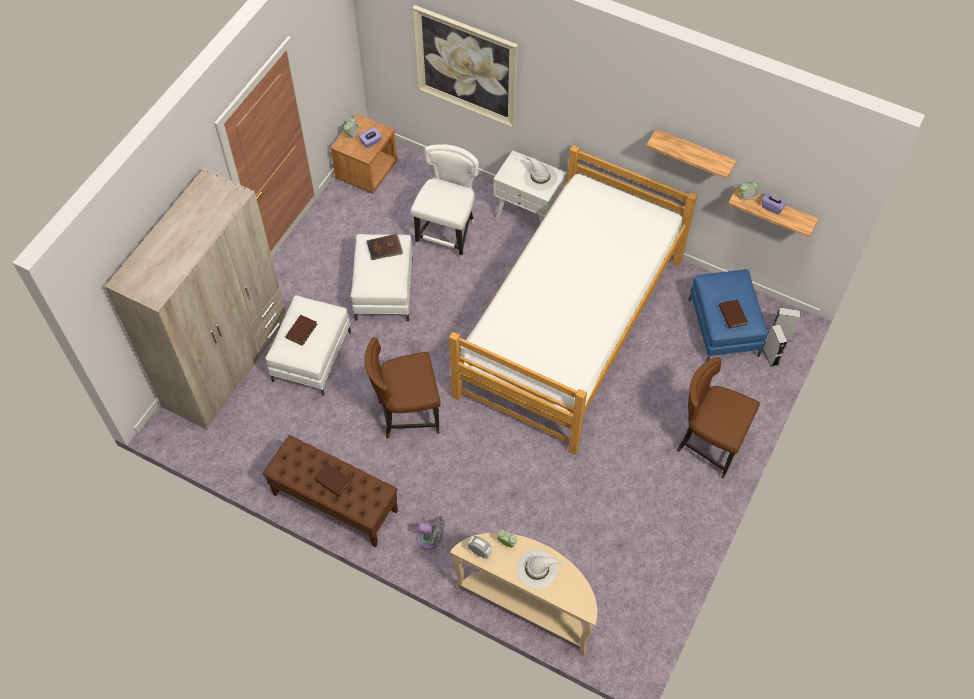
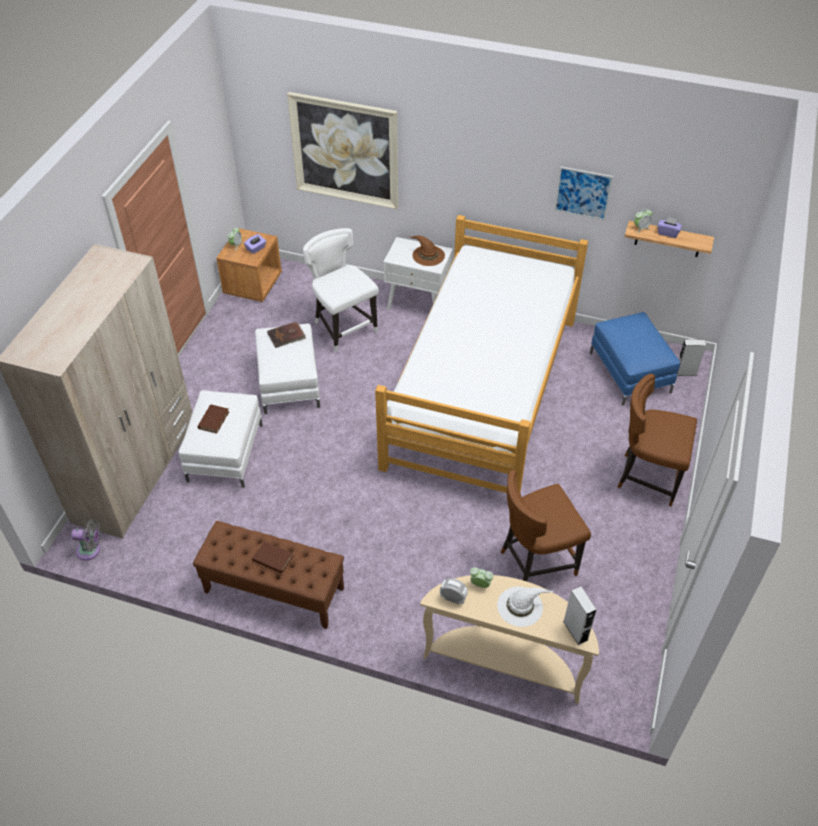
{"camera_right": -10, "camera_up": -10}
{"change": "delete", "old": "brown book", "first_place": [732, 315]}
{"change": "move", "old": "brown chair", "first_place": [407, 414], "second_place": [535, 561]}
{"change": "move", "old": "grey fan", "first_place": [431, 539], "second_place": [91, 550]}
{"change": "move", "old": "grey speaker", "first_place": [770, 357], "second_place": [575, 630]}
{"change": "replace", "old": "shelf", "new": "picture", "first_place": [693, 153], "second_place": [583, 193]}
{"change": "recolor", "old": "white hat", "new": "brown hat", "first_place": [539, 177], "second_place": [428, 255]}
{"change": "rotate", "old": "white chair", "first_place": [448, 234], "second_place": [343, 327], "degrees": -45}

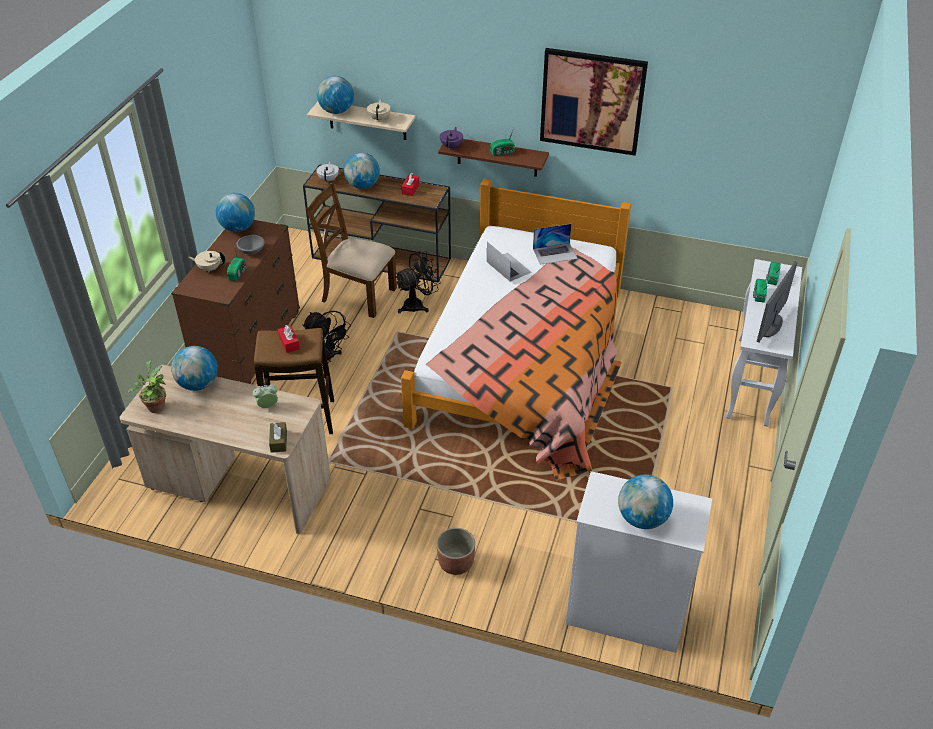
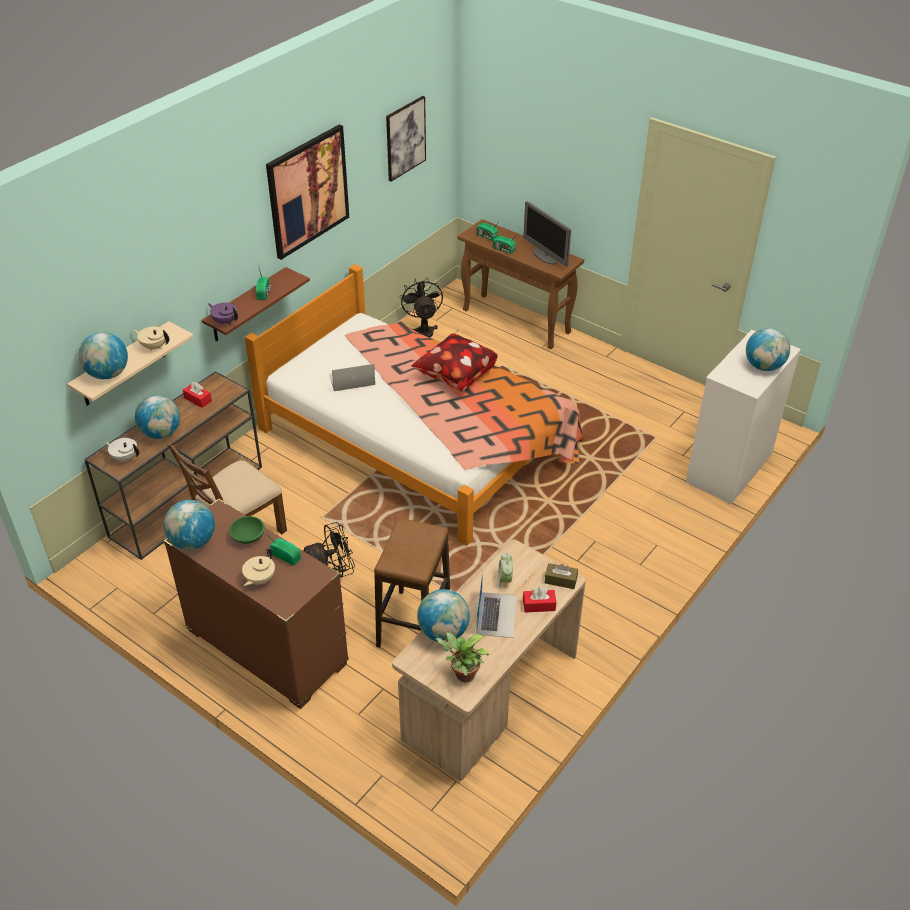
{"camera_right": -70, "camera_up": 0}
{"change": "delete", "old": "planter", "first_place": [455, 563]}
{"change": "insert", "new": "picture", "second_place": [405, 138]}
{"change": "insert", "new": "pillow", "second_place": [454, 376]}
{"change": "move", "old": "red tissue box", "first_place": [289, 343], "second_place": [539, 605]}
{"change": "move", "old": "black fan", "first_place": [418, 304], "second_place": [423, 331]}
{"change": "move", "old": "laptop", "first_place": [555, 253], "second_place": [496, 614]}
{"change": "recolor", "old": "grey bowl", "new": "green bowl", "first_place": [251, 250], "second_place": [248, 537]}
{"change": "recolor", "old": "white console table", "new": "brown console table", "first_place": [753, 381], "second_place": [517, 321]}

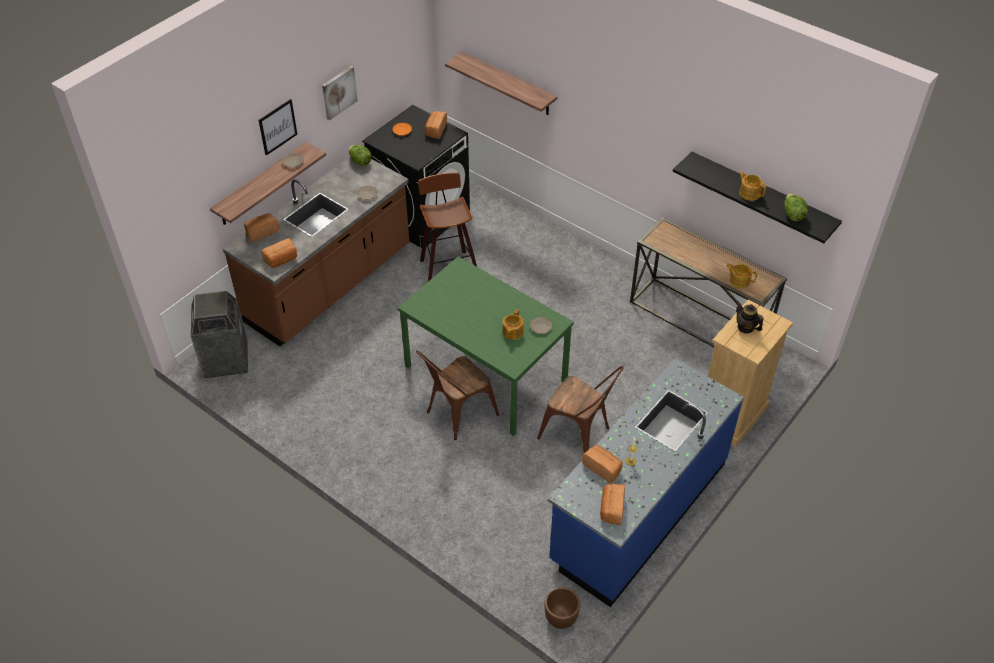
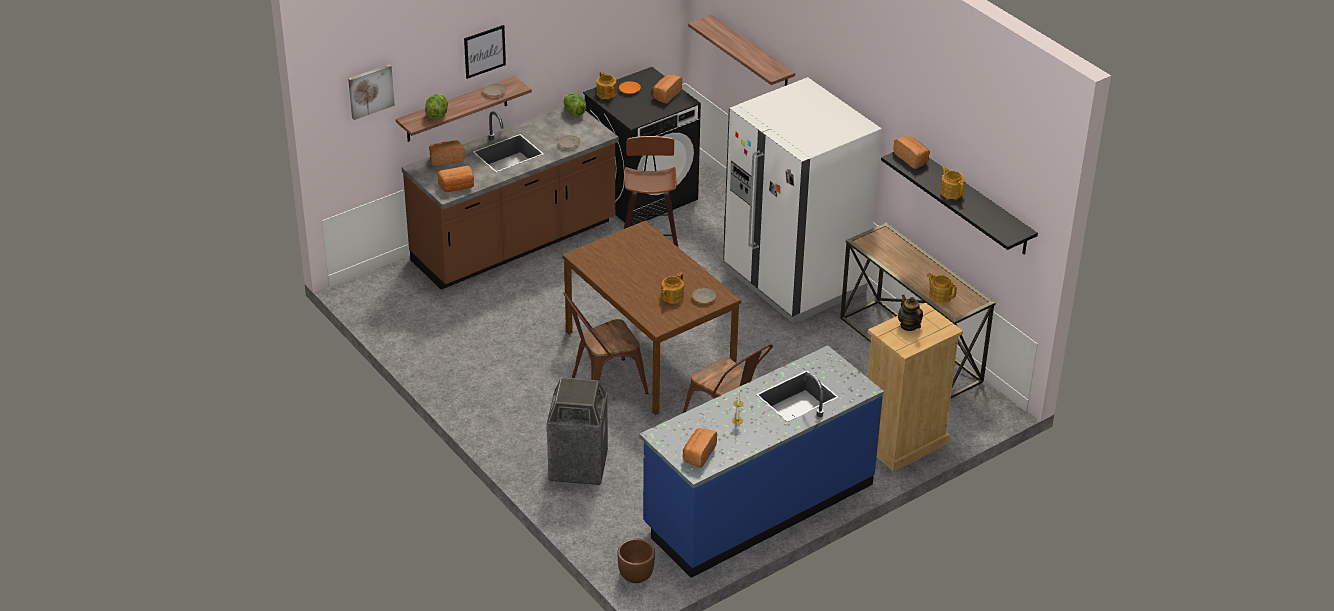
{"camera_right": 15, "camera_up": -10}
{"change": "insert", "new": "teapot", "second_place": [606, 94]}
{"change": "insert", "new": "white fridge", "second_place": [794, 280]}
{"change": "move", "old": "trash can", "first_place": [225, 360], "second_place": [577, 466]}
{"change": "move", "old": "picture", "first_place": [338, 92], "second_place": [370, 91]}
{"change": "move", "old": "bread", "first_place": [603, 468], "second_place": [912, 159]}
{"change": "move", "old": "lettuce", "first_place": [793, 214], "second_place": [437, 114]}
{"change": "recolor", "old": "green dining table", "new": "brown dining table", "first_place": [487, 373], "second_place": [651, 354]}

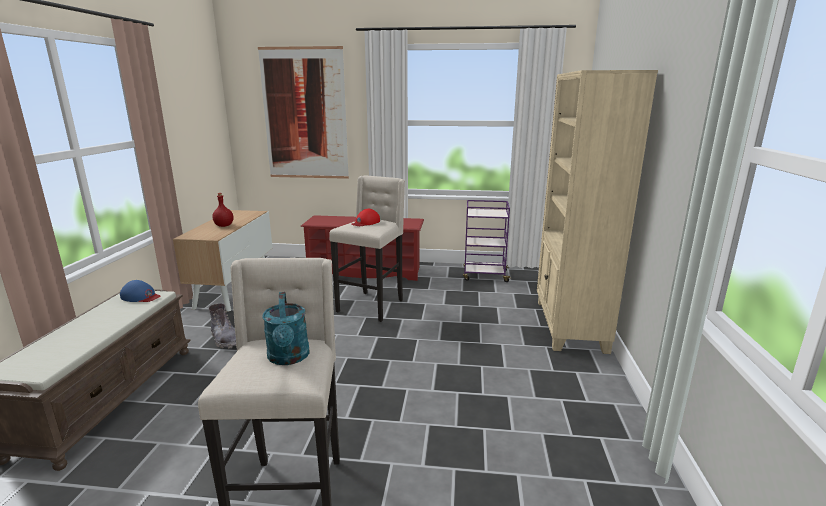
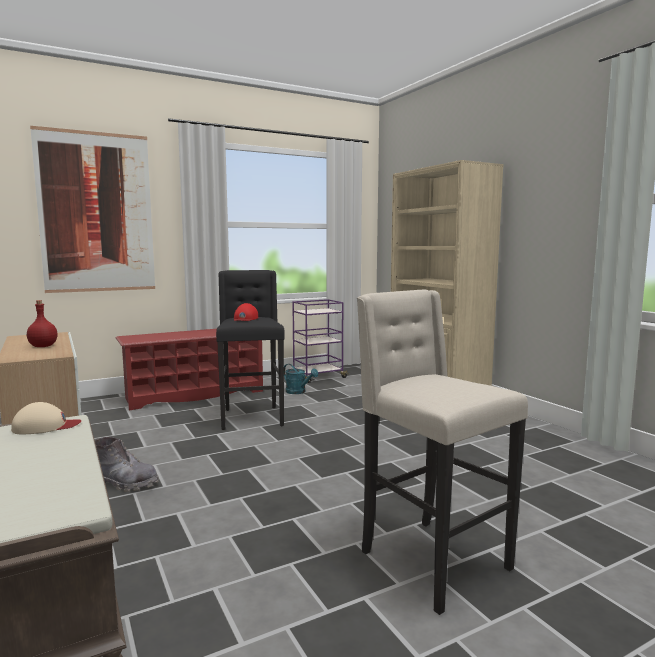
{"camera_right": -35, "camera_up": -10}
{"change": "move", "old": "turquoise watering can", "first_place": [289, 358], "second_place": [298, 392]}
{"change": "recolor", "old": "blue cap", "new": "beige cap", "first_place": [140, 296], "second_place": [45, 426]}
{"change": "recolor", "old": "beige stool", "new": "black stool", "first_place": [372, 305], "second_place": [251, 417]}

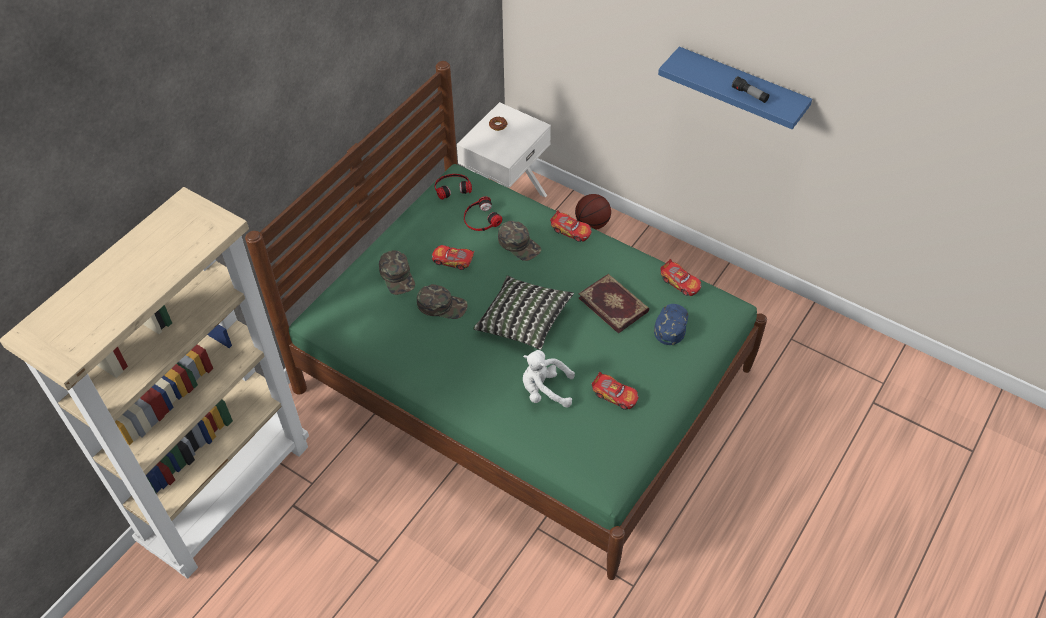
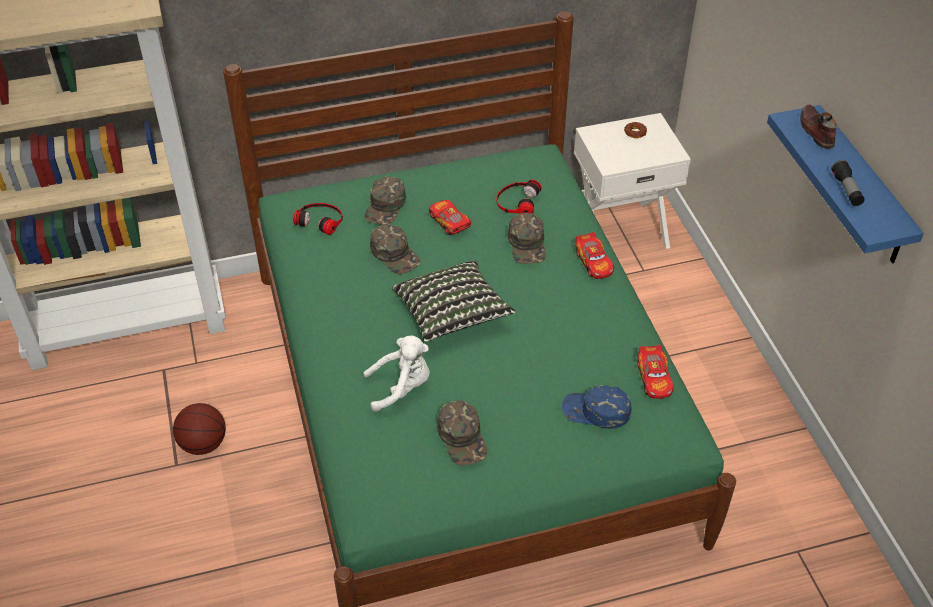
{"camera_right": 40, "camera_up": -5}
{"change": "delete", "old": "book", "first_place": [614, 304]}
{"change": "insert", "new": "brown shoe", "second_place": [815, 131]}
{"change": "move", "old": "headphones", "first_place": [452, 187], "second_place": [320, 220]}
{"change": "move", "old": "basketball", "first_place": [592, 224], "second_place": [203, 444]}
{"change": "replace", "old": "toy car", "new": "green cap", "first_place": [615, 395], "second_place": [463, 437]}
{"change": "rotate", "old": "white plush toy", "first_place": [545, 390], "second_place": [401, 387], "degrees": 120}
{"change": "rotate", "old": "blue cap", "first_place": [670, 325], "second_place": [596, 411], "degrees": -135}

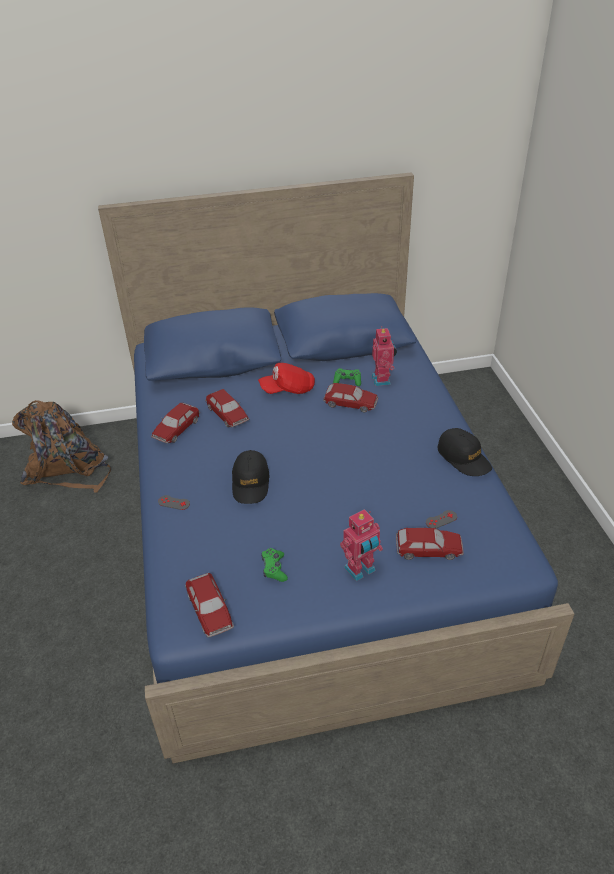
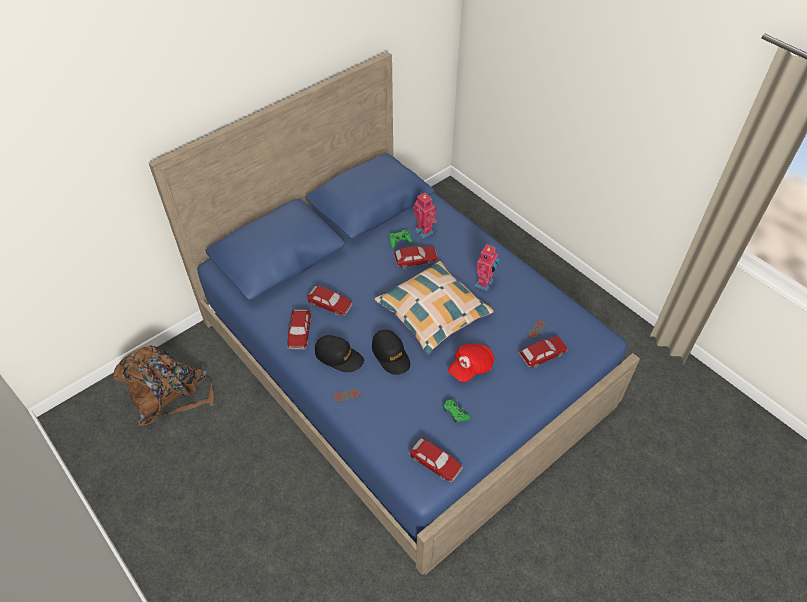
{"camera_right": -30, "camera_up": 10}
{"change": "insert", "new": "pillow", "second_place": [433, 312]}
{"change": "move", "old": "red cap", "first_place": [288, 389], "second_place": [470, 367]}
{"change": "move", "old": "toy robot", "first_place": [361, 570], "second_place": [485, 284]}
{"change": "move", "old": "black cap", "first_place": [464, 458], "second_place": [339, 357]}

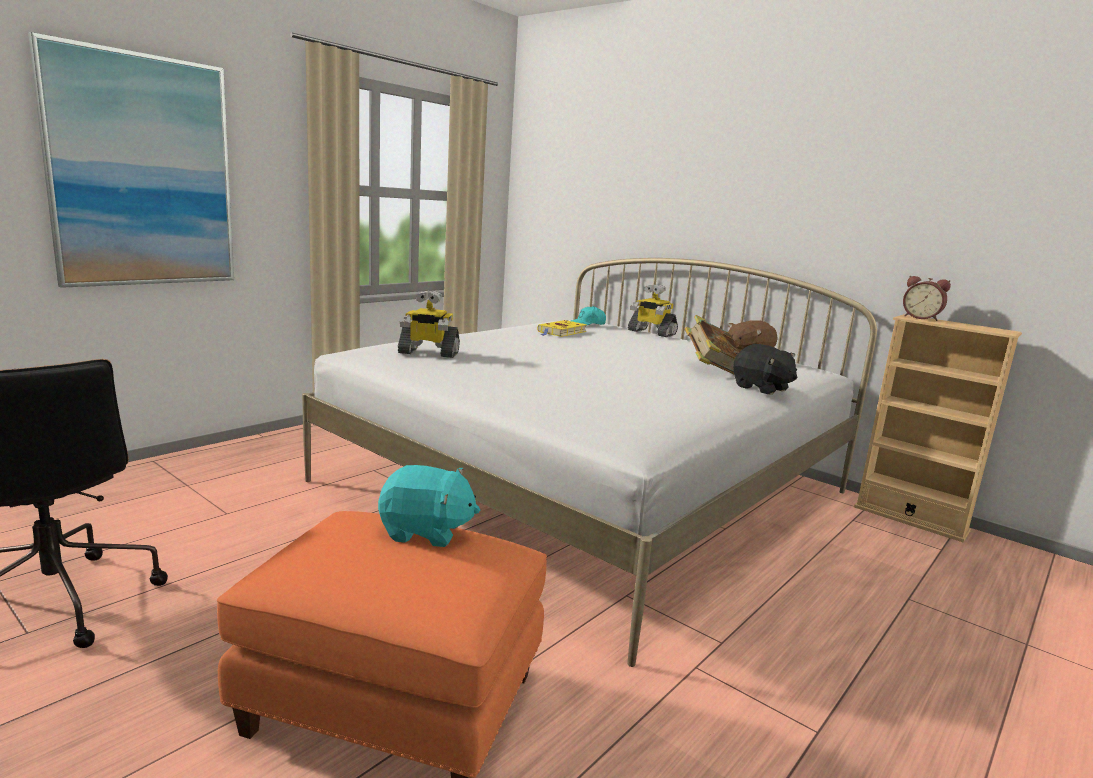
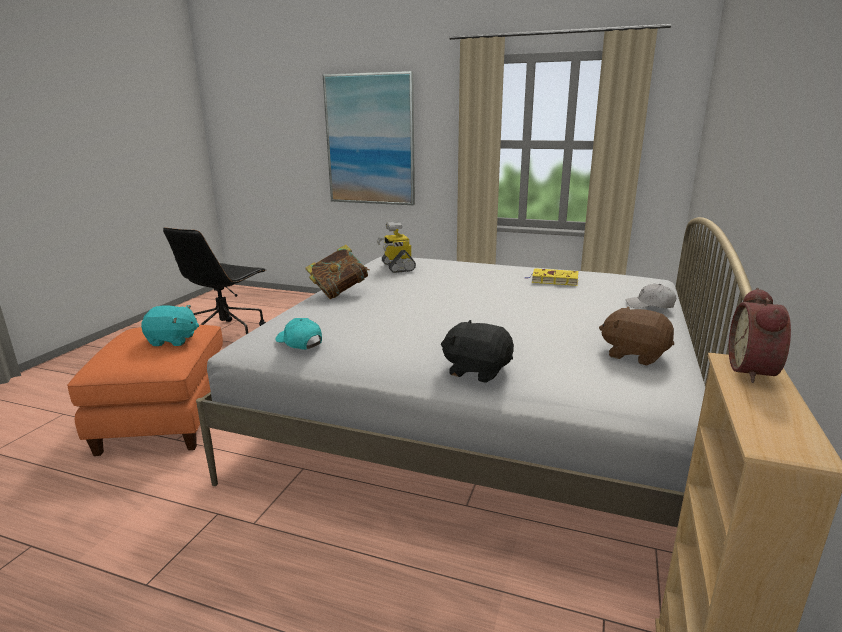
{"camera_right": 70, "camera_up": 5}
{"change": "move", "old": "turquoise cap", "first_place": [587, 324], "second_place": [299, 342]}
{"change": "move", "old": "book", "first_place": [711, 369], "second_place": [339, 292]}
{"change": "replace", "old": "toy robot", "new": "white cap", "first_place": [651, 332], "second_place": [650, 305]}
{"change": "rotate", "old": "turquoise plush toy", "first_place": [426, 532], "second_place": [173, 340], "degrees": -75}
{"change": "rotate", "old": "black plush toy", "first_place": [761, 388], "second_place": [477, 370], "degrees": 90}

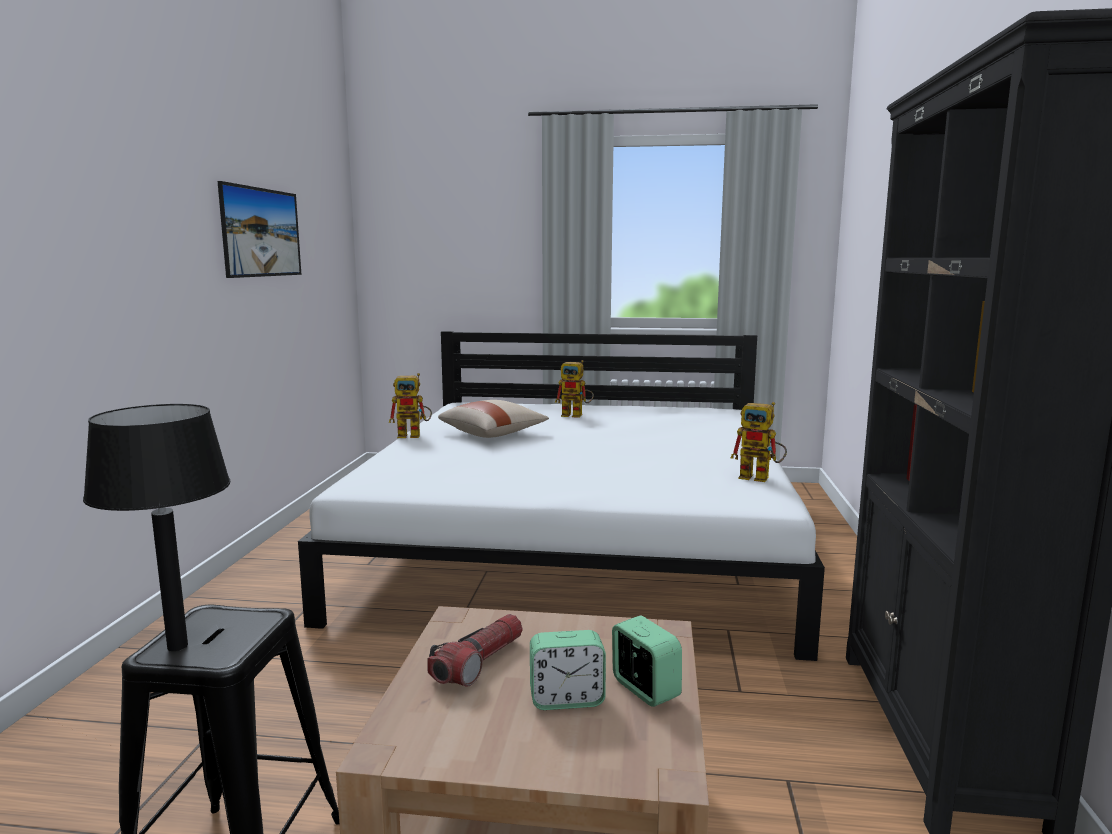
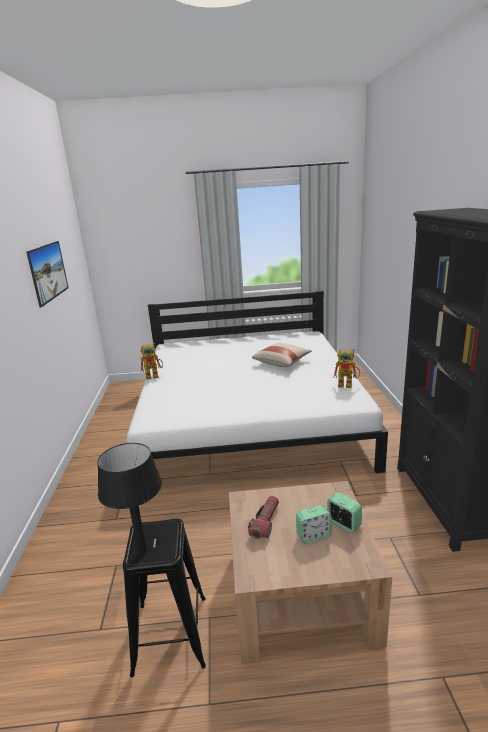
{"camera_right": -10, "camera_up": 10}
{"change": "delete", "old": "toy robot", "first_place": [576, 415]}
{"change": "move", "old": "beige pillow", "first_place": [493, 434], "second_place": [282, 362]}

